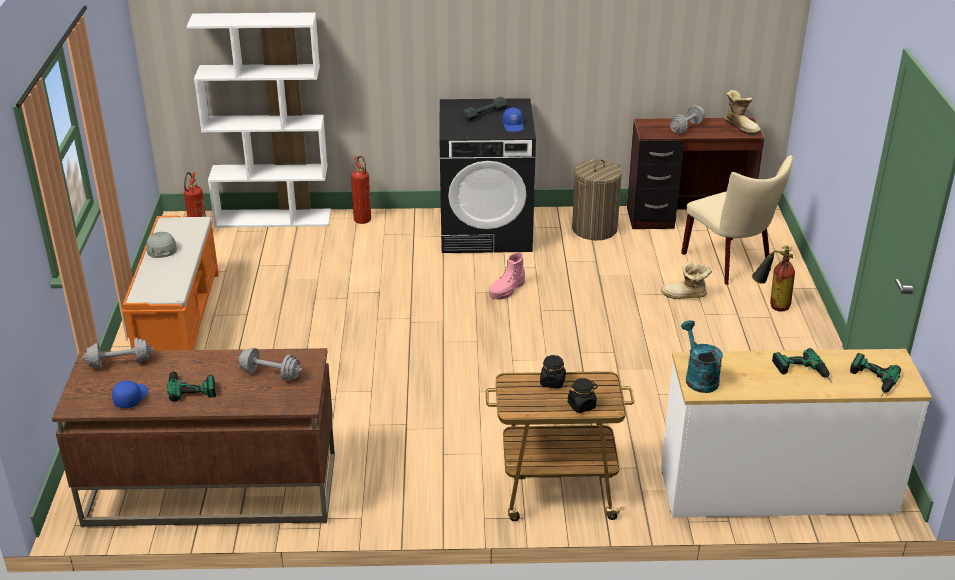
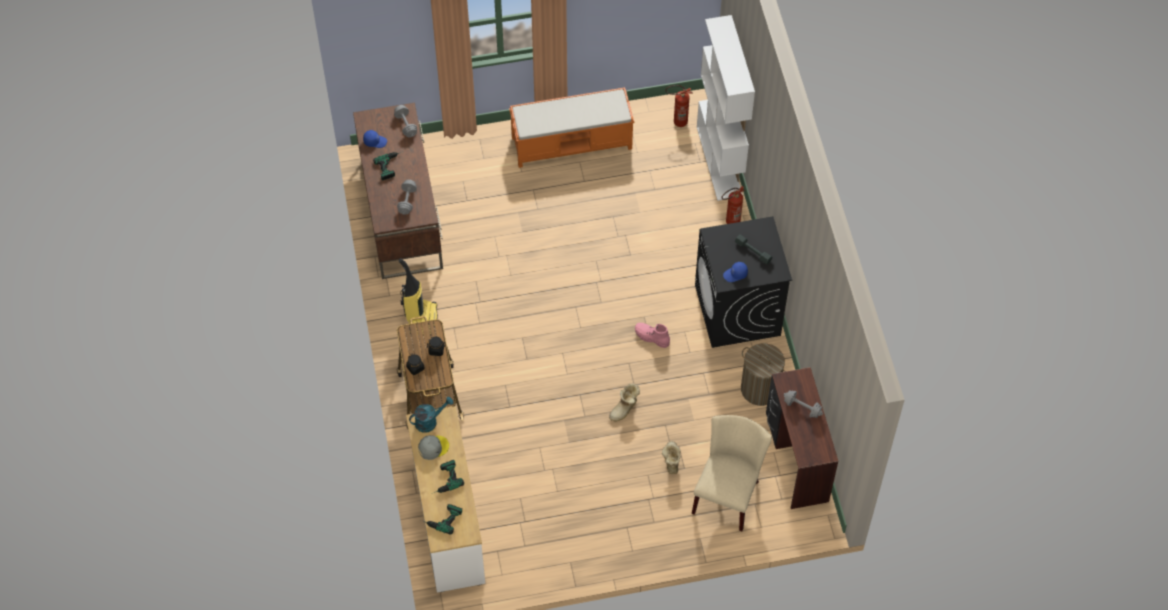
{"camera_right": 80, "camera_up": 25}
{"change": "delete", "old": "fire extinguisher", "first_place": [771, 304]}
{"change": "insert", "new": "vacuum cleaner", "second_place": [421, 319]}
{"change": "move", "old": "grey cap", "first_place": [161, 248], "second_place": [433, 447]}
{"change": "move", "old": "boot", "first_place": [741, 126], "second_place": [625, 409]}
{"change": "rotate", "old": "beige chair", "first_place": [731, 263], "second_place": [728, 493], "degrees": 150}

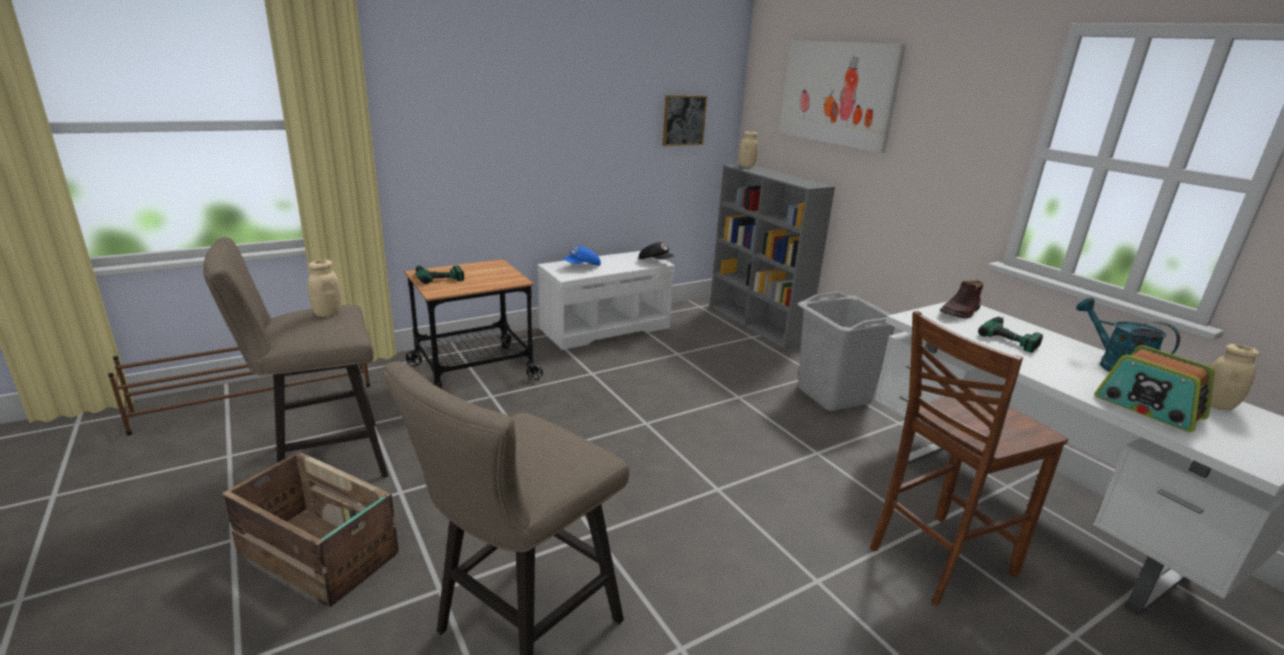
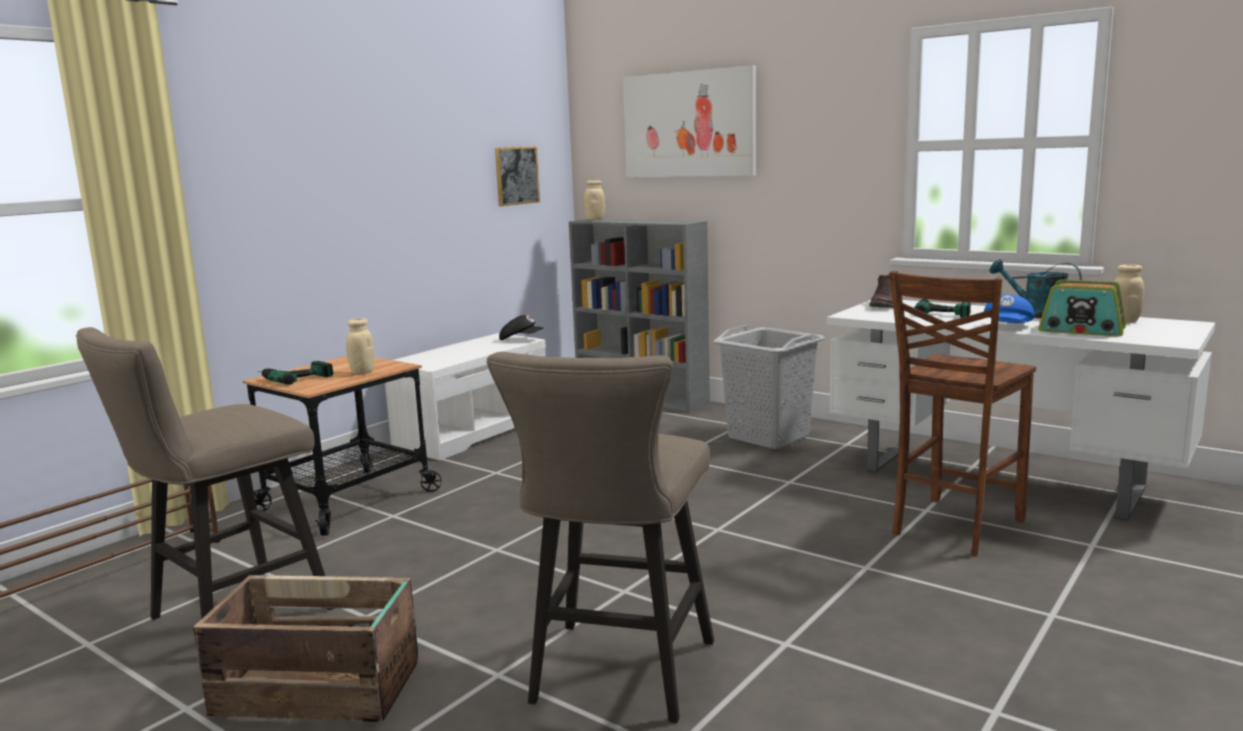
{"camera_right": -20, "camera_up": -10}
{"change": "move", "old": "beige jar", "first_place": [327, 313], "second_place": [362, 372]}
{"change": "move", "old": "blue cap", "first_place": [582, 266], "second_place": [1008, 327]}

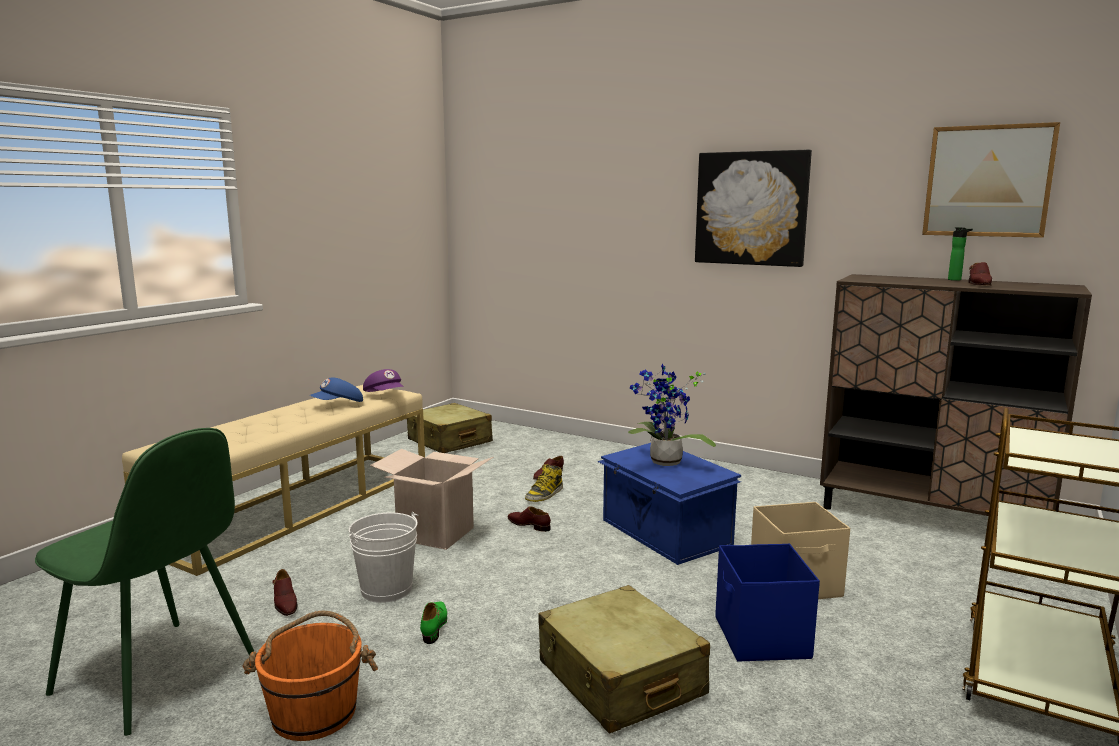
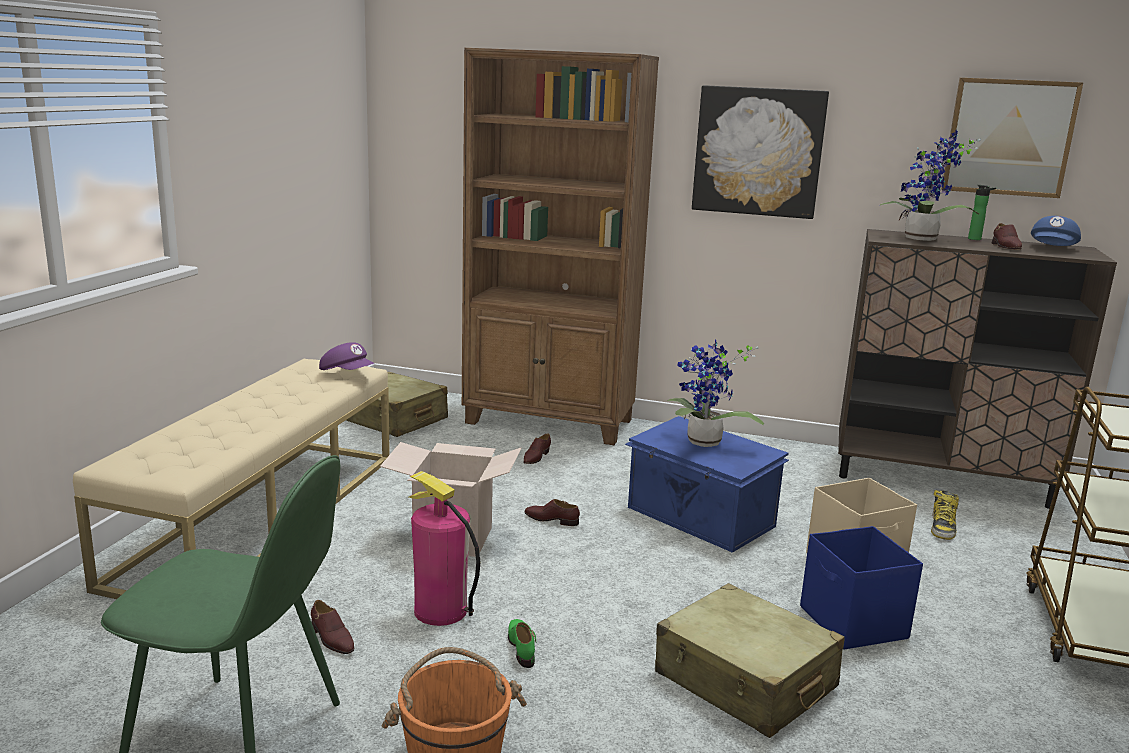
{"camera_right": -15, "camera_up": 5}
{"change": "insert", "new": "brown bookcase", "second_place": [550, 422]}
{"change": "insert", "new": "potted plant", "second_place": [922, 239]}
{"change": "move", "old": "blue cap", "first_place": [338, 404], "second_place": [1053, 248]}
{"change": "move", "old": "boot", "first_place": [544, 494], "second_place": [942, 527]}
{"change": "replace", "old": "white bucket", "new": "fire extinguisher", "first_place": [386, 589], "second_place": [440, 611]}

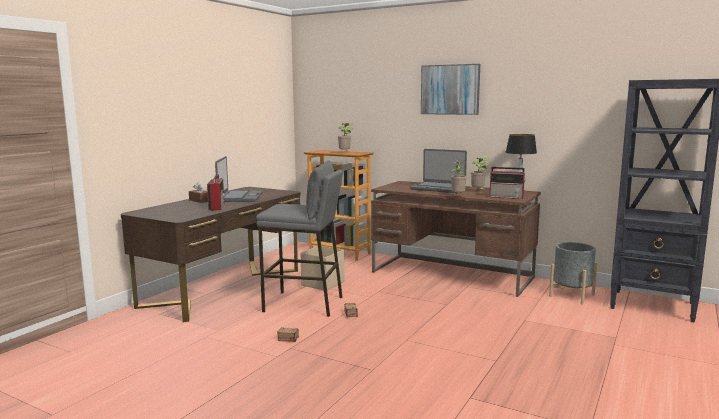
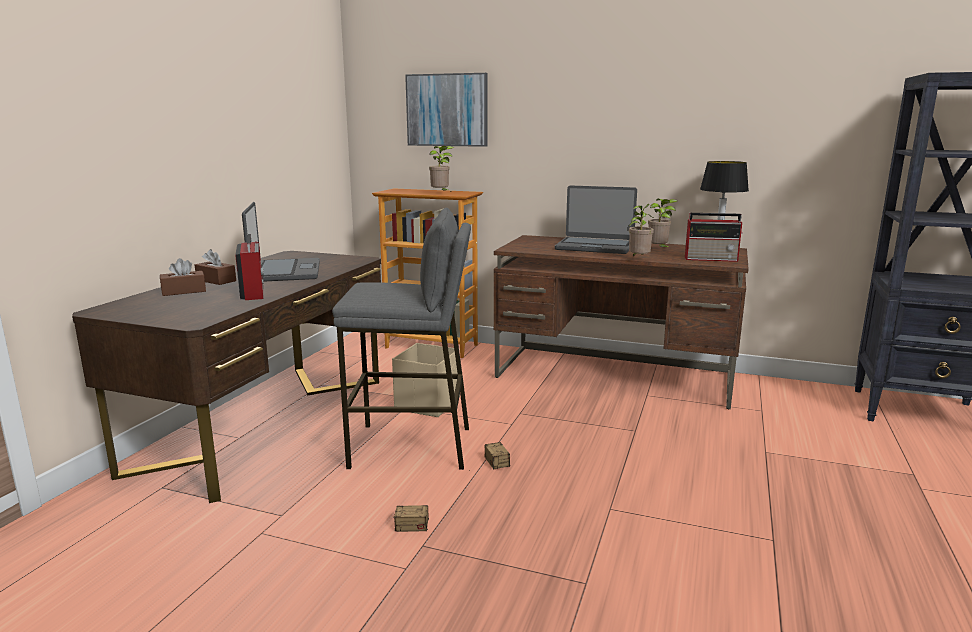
{"camera_right": -10, "camera_up": 5}
{"change": "delete", "old": "grey planter", "first_place": [571, 295]}
{"change": "insert", "new": "brown tissue box", "second_place": [184, 291]}
{"change": "move", "old": "picture", "first_place": [450, 89], "second_place": [447, 110]}

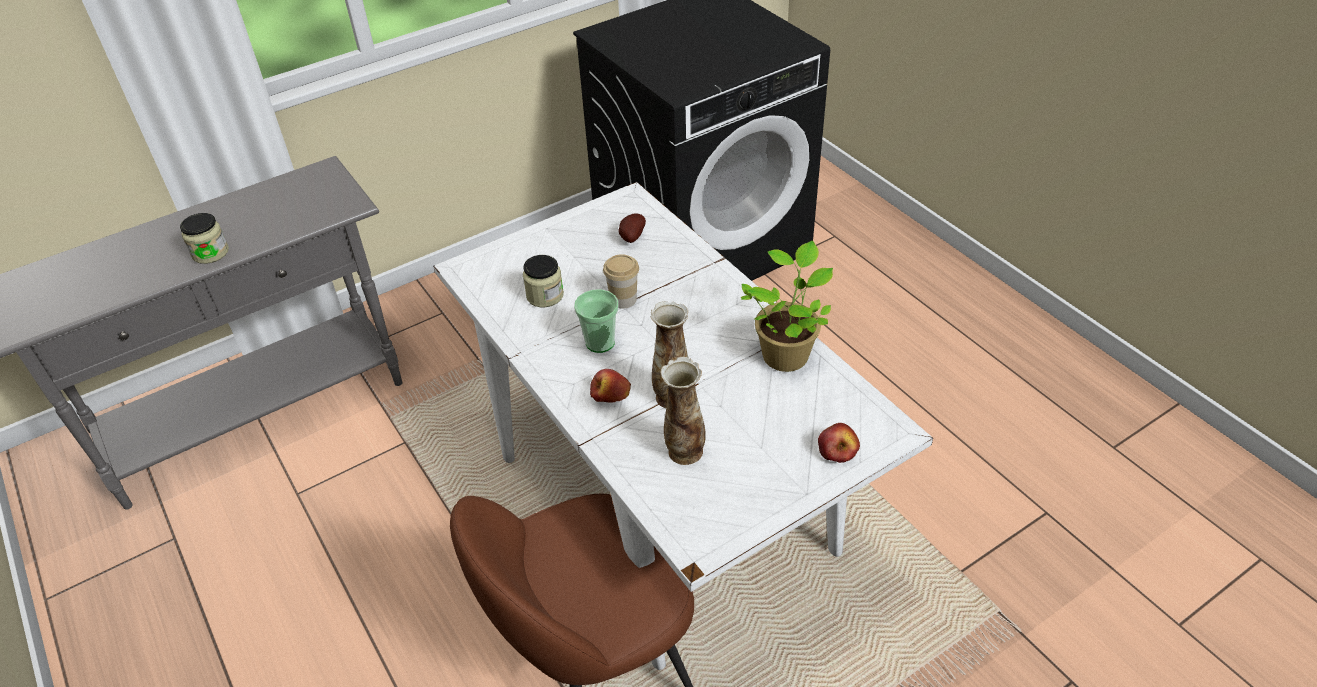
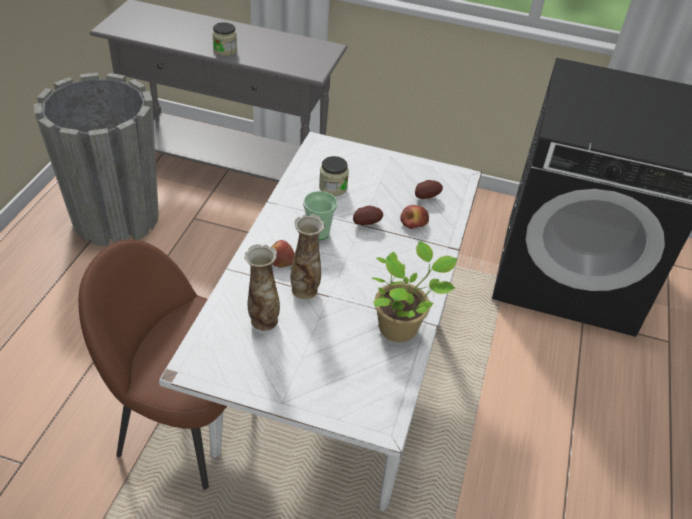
{"camera_right": 45, "camera_up": 0}
{"change": "insert", "new": "grey planter", "second_place": [116, 218]}
{"change": "move", "old": "apple", "first_place": [837, 449], "second_place": [414, 223]}
{"change": "replace", "old": "cup", "new": "potato", "first_place": [623, 299], "second_place": [366, 223]}

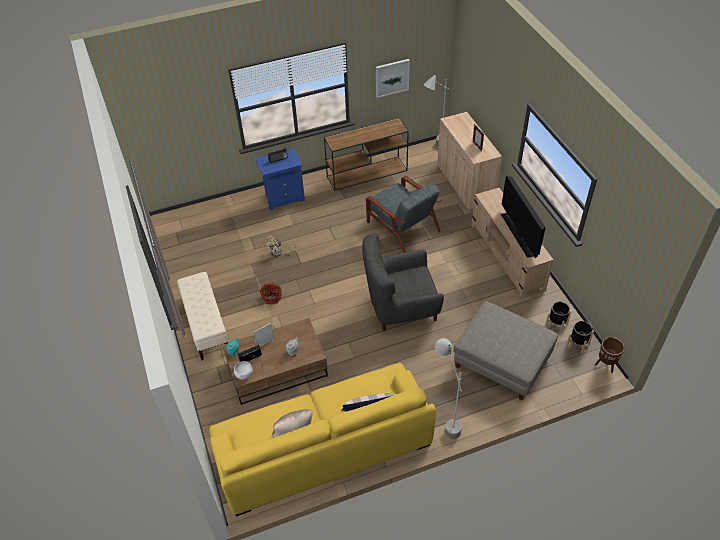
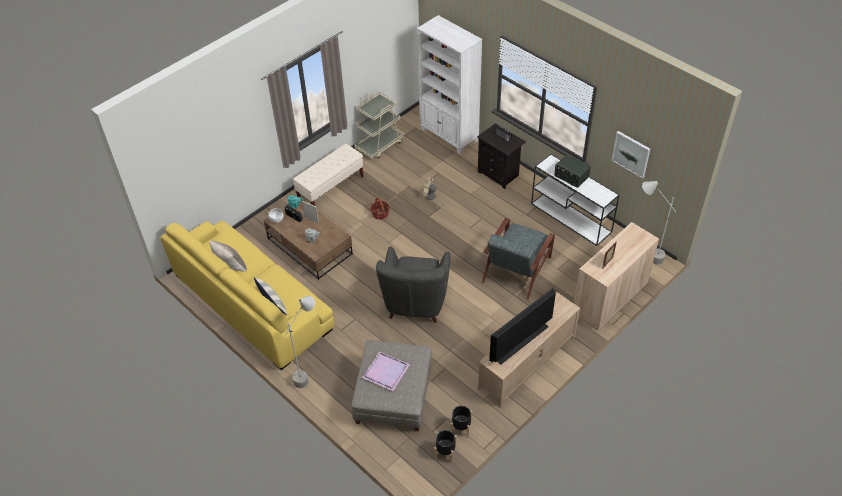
{"camera_right": 65, "camera_up": 0}
{"change": "delete", "old": "brown planter", "first_place": [606, 365]}
{"change": "insert", "new": "beige cart", "second_place": [380, 145]}
{"change": "insert", "new": "purple tray", "second_place": [385, 371]}
{"change": "insert", "new": "white bookcase", "second_place": [449, 136]}
{"change": "insert", "new": "radio", "second_place": [571, 177]}
{"change": "recolor", "old": "blue nightstand", "new": "black nightstand", "first_place": [284, 197], "second_place": [499, 174]}
{"change": "recolor", "old": "brown console table", "new": "white console table", "first_place": [367, 173], "second_place": [571, 218]}
{"change": "rotate", "old": "grey armchair", "first_place": [400, 307], "second_place": [416, 301], "degrees": -135}

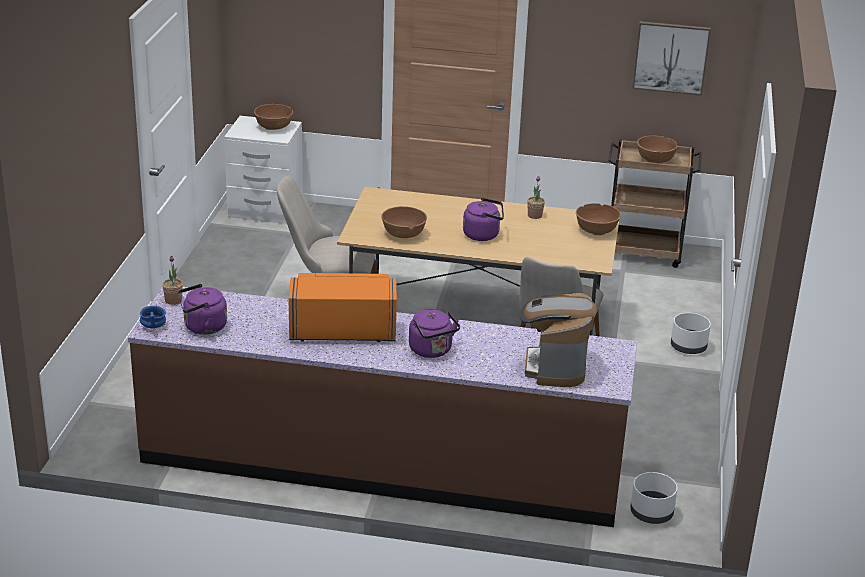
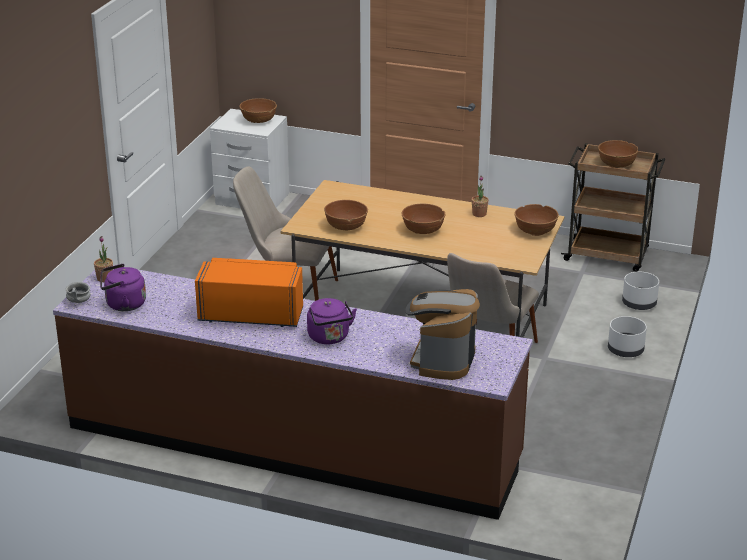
{"camera_right": 10, "camera_up": 0}
{"change": "delete", "old": "picture", "first_place": [671, 57]}
{"change": "move", "old": "white planter", "first_place": [652, 513], "second_place": [639, 304]}
{"change": "replace", "old": "purple kettle", "new": "brown bowl", "first_place": [483, 235], "second_place": [423, 230]}
{"change": "recolor", "old": "blue bowl", "new": "grey bowl", "first_place": [154, 326], "second_place": [79, 301]}

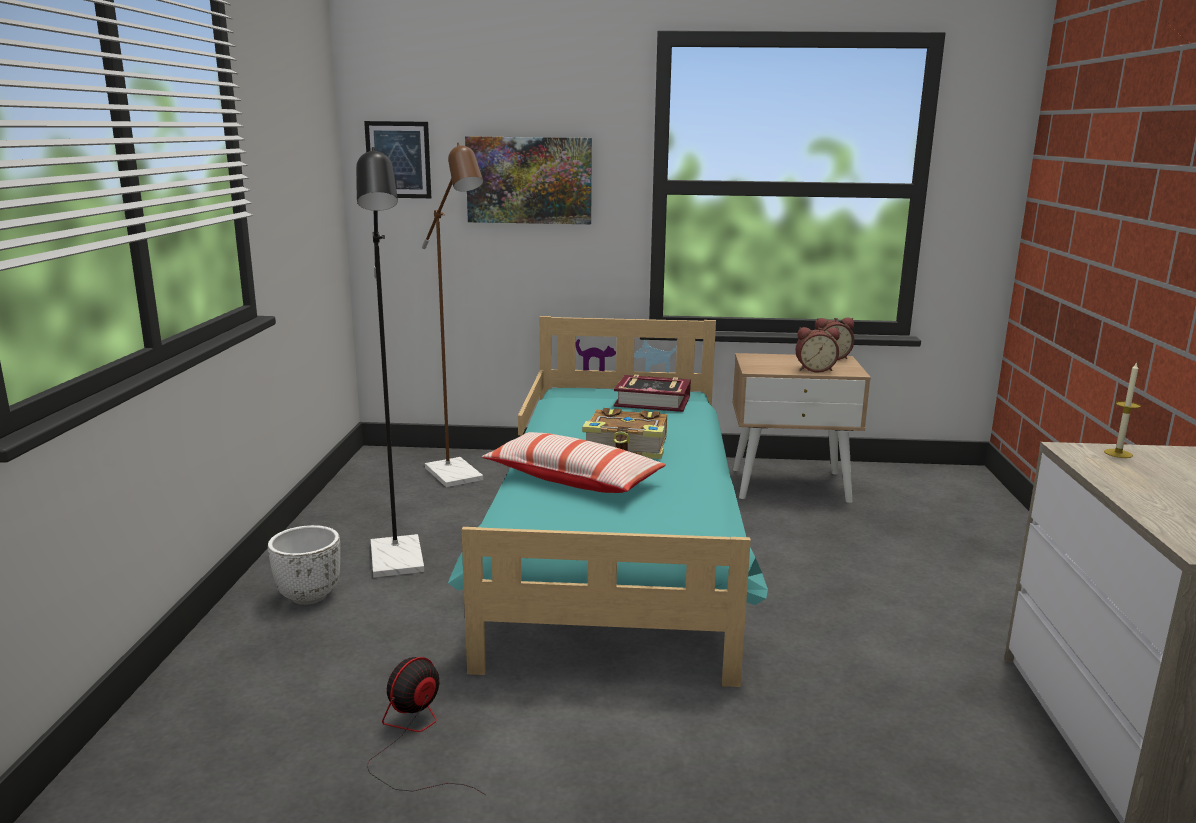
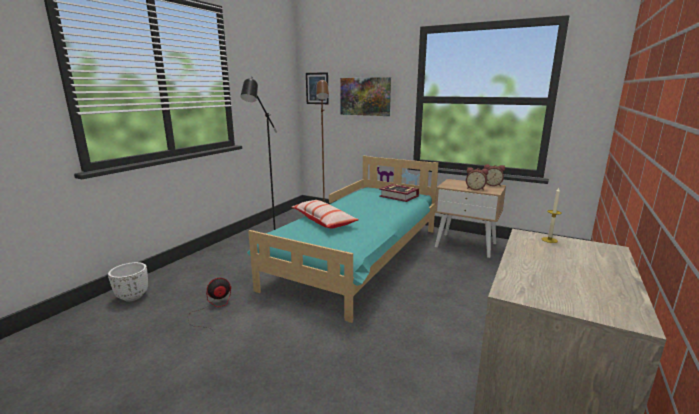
{"camera_right": 25, "camera_up": 0}
{"change": "delete", "old": "book", "first_place": [627, 447]}
{"change": "move", "old": "white planter", "first_place": [309, 596], "second_place": [132, 297]}

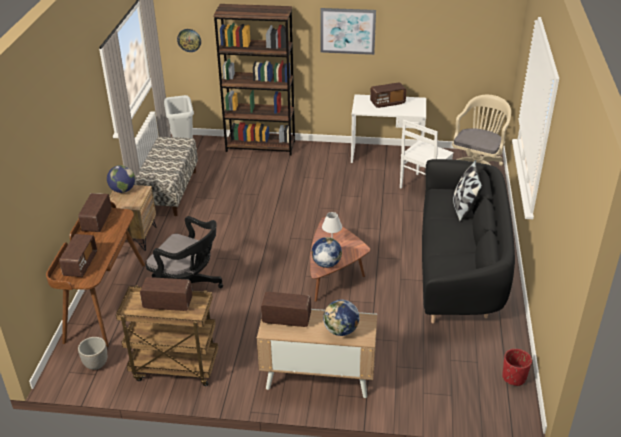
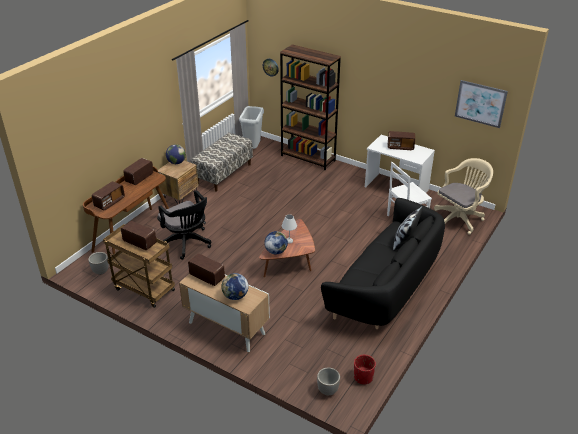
{"camera_right": 25, "camera_up": 0}
{"change": "insert", "new": "planter", "second_place": [328, 390]}
{"change": "move", "old": "picture", "first_place": [347, 31], "second_place": [480, 103]}

